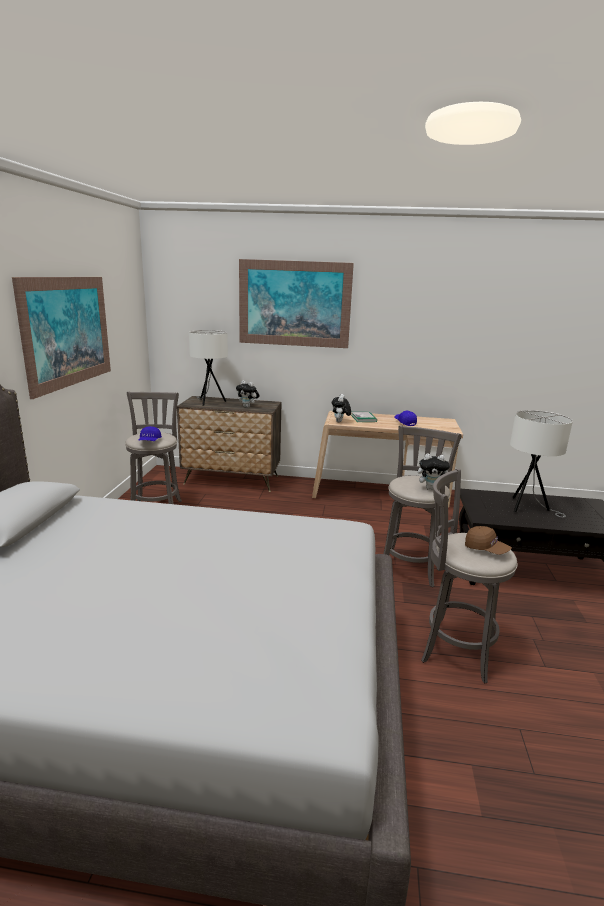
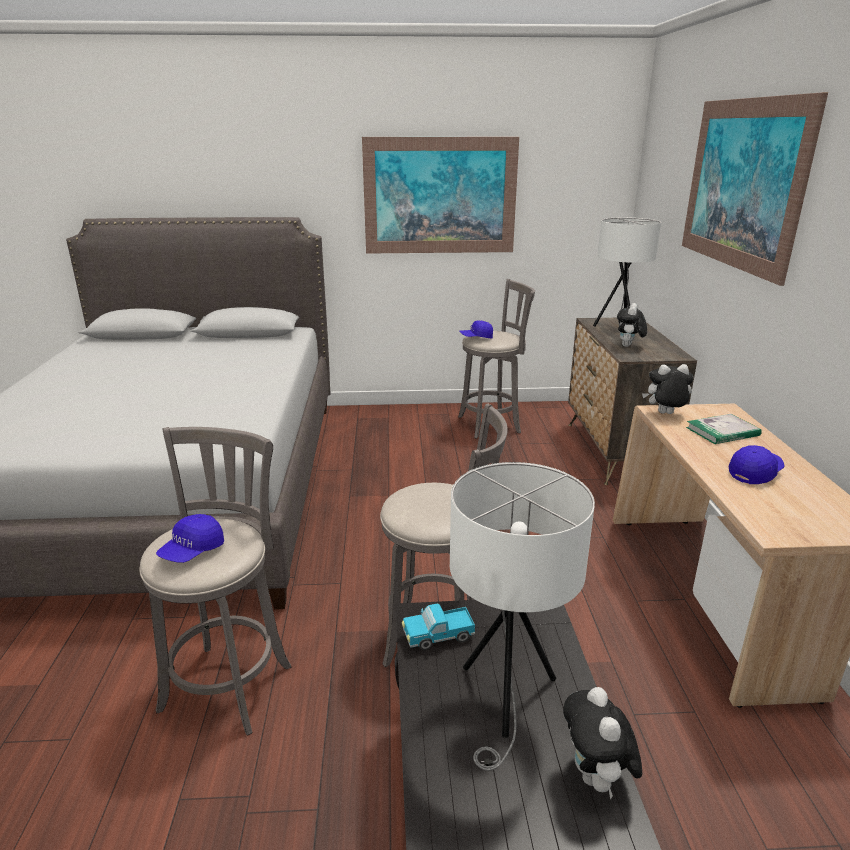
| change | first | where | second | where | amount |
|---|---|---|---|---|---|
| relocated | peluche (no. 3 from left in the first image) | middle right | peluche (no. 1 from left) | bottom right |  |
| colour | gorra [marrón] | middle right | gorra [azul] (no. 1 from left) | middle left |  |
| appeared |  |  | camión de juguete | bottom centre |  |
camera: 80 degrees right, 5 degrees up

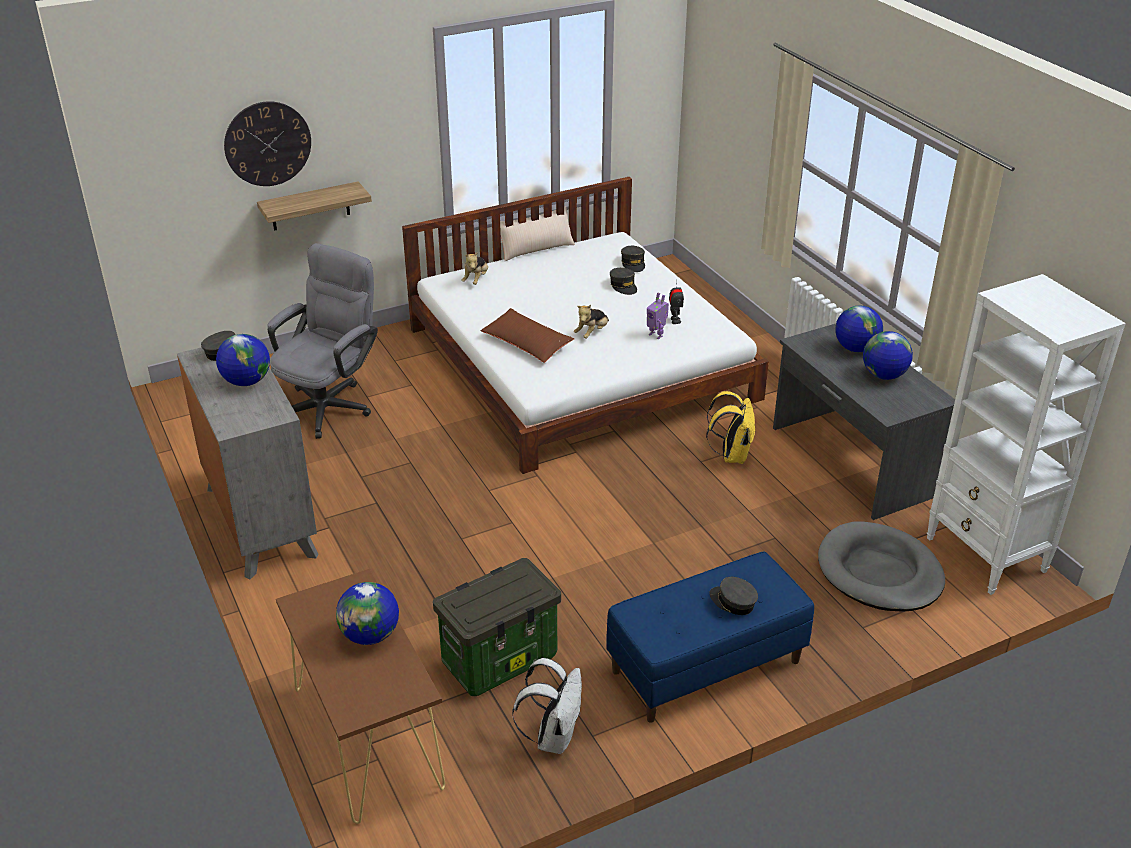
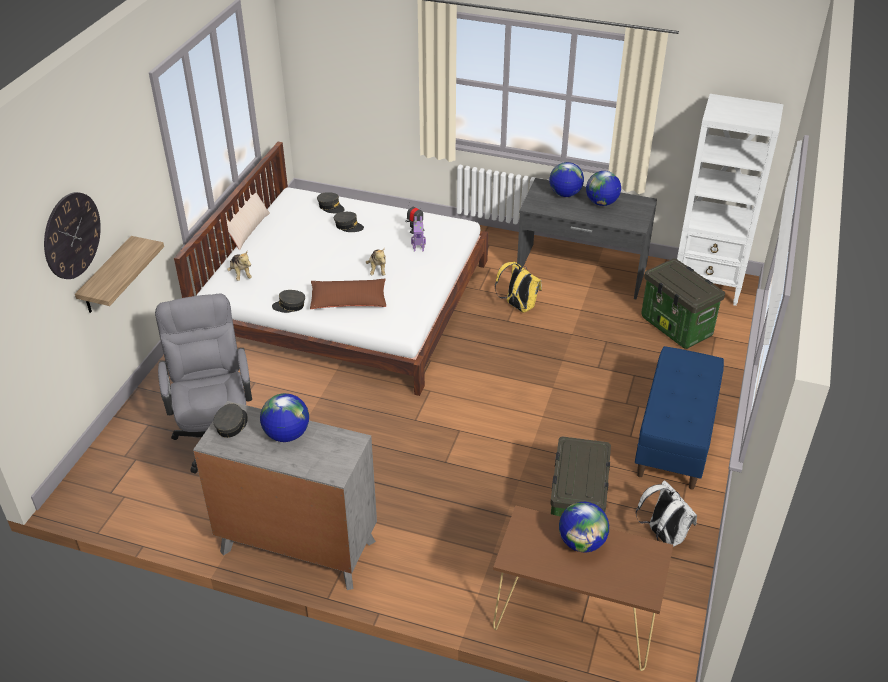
| change | first | where | second | where | amount |
|---|---|---|---|---|---|
| relocated | gorra [gris] (no. 4 from left in the first image) | bottom centre | gorra [gris] (no. 2 from left) | middle left |  |
| exchanged | cama para perro [gris] | bottom right | caja de almacenaje (no. 2 from left) | middle right |  |
camera: 45 degrees left, 5 degrees up

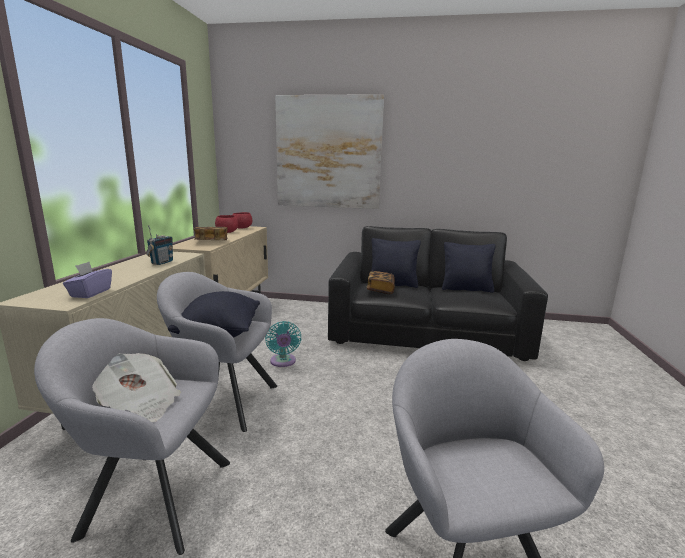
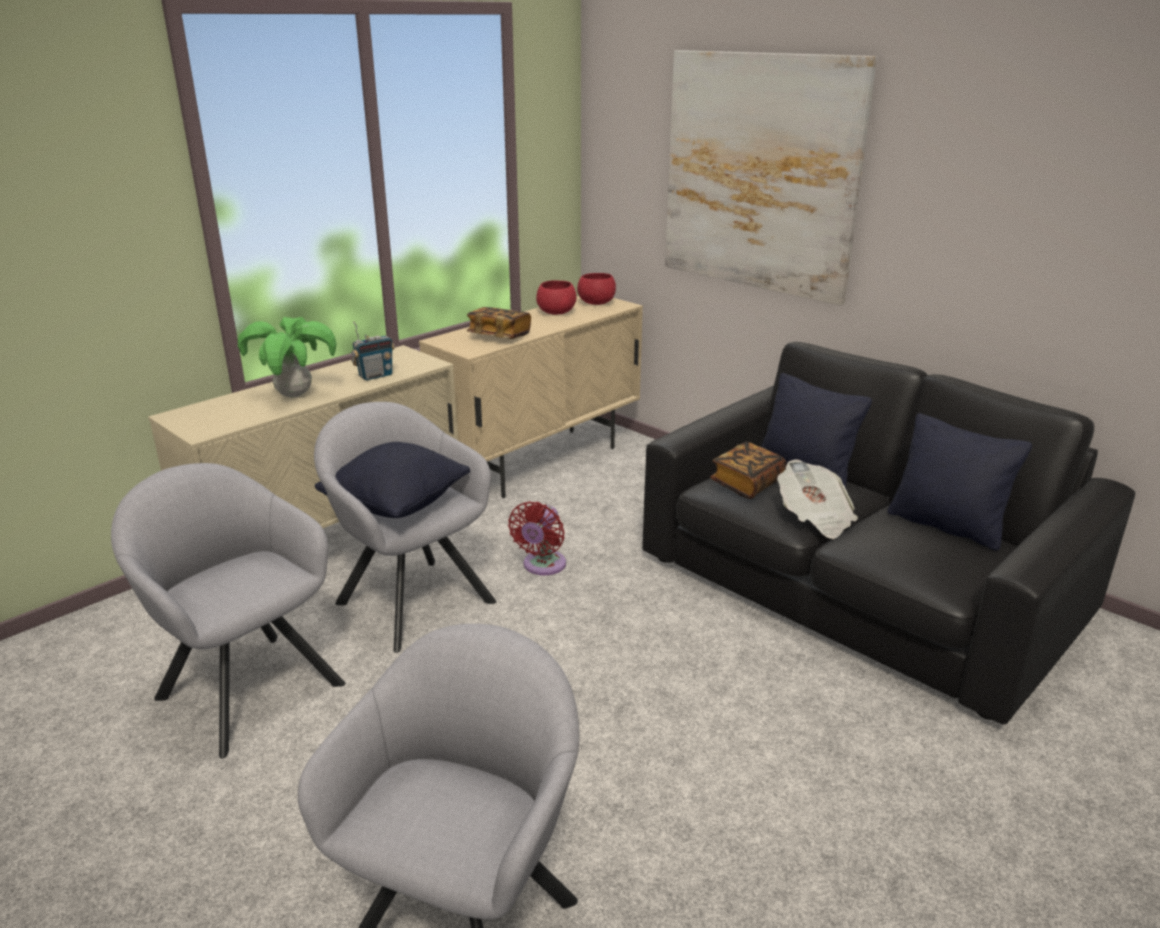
| change | first | where | second | where | amount |
|---|---|---|---|---|---|
| missing | caja de pañuelos [morado] | middle left |  |  |  |
| relocated | periódico | bottom left |  | middle right |  |
| colour | ventilador [turquesa] | centre | ventilador [rojo] | centre |  |
| appeared |  |  | planta en maceta | middle left |  |
camera: 35 degrees right, 10 degrees up

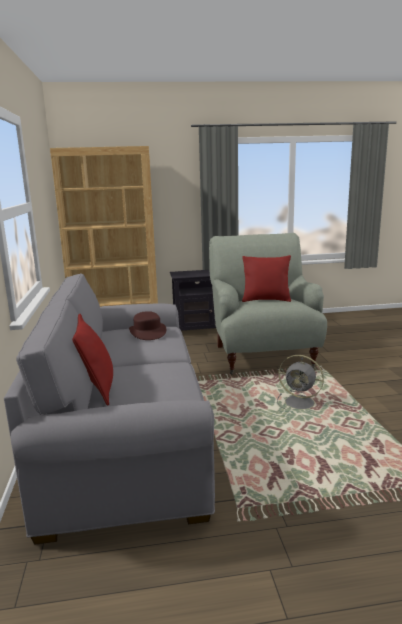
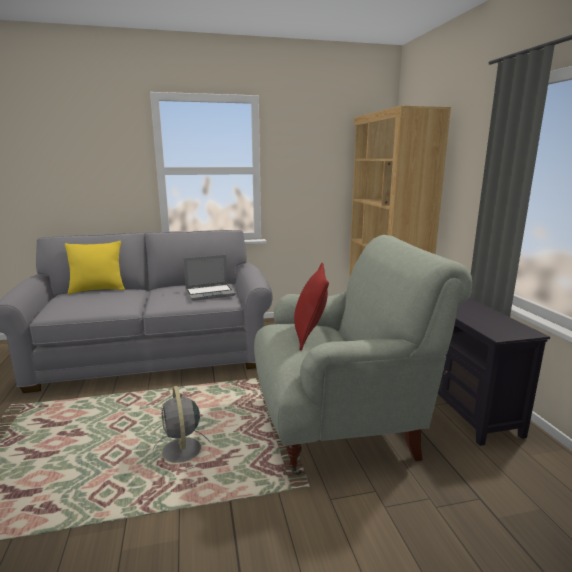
| change | first | where | second | where | amount |
|---|---|---|---|---|---|
| colour | cojín [rojo] (no. 1 from left) | middle left | cojín [amarillo] | middle left |  |
| exchanged | sombrero [marrón] | centre | portátil | centre |  |
| spun | ventilador [gris] | middle right |  | bottom left | 45 degrees counterclockwise |
camera: 85 degrees right, 0 degrees up

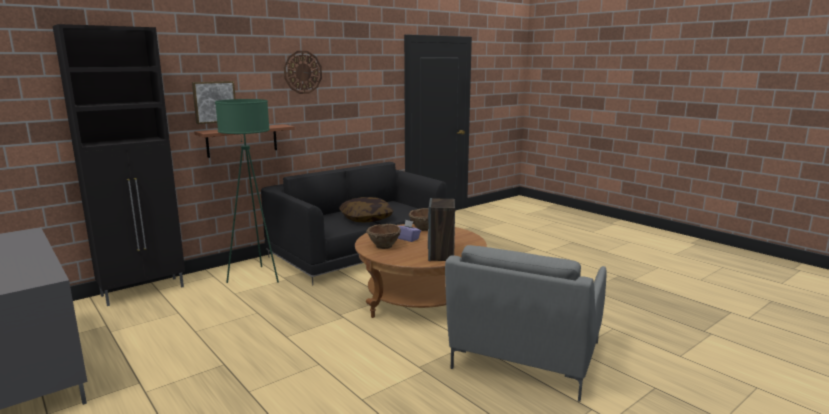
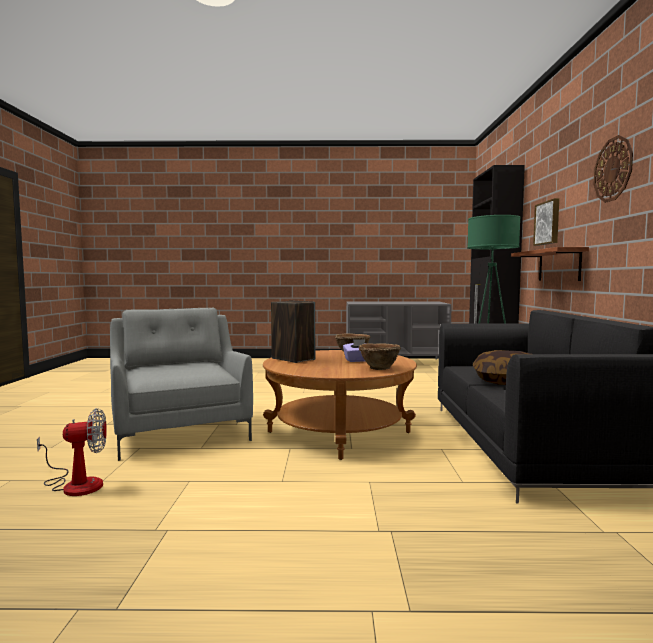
| change | first | where | second | where | amount |
|---|---|---|---|---|---|
| appeared |  |  | ventilador | bottom left |  |
camera: 130 degrees right, 10 degrees down

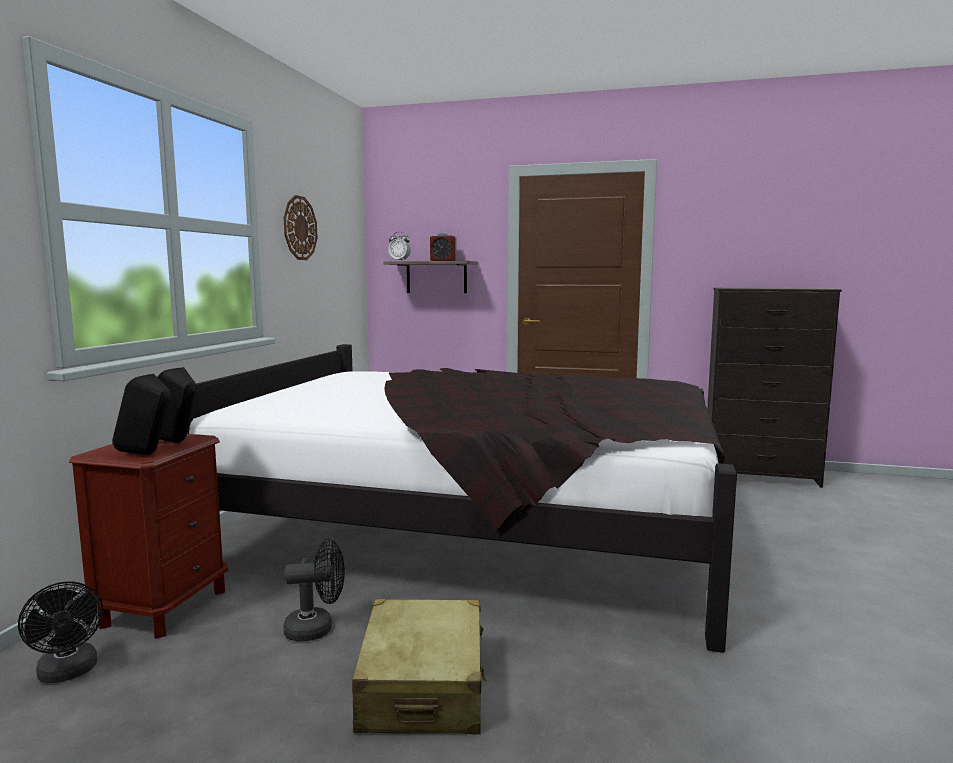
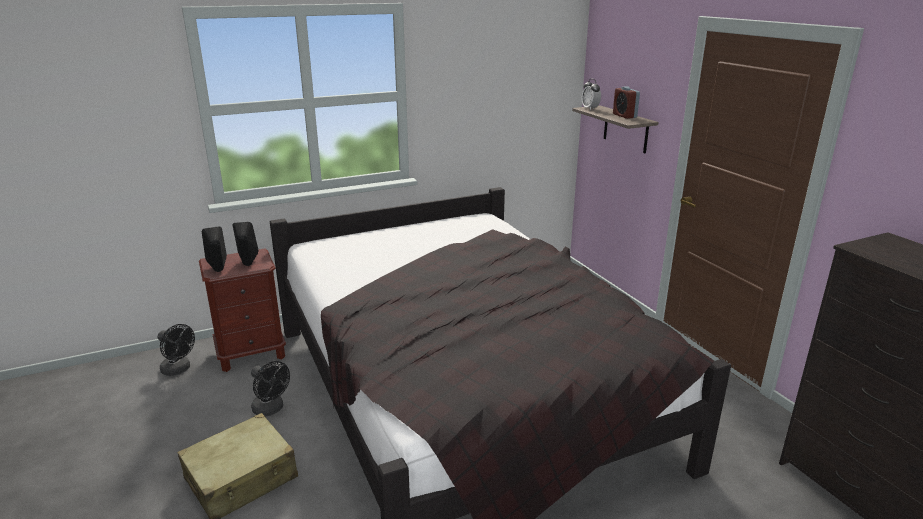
| change | first | where | second | where | amount |
|---|---|---|---|---|---|
| spun | ventilador [negro] (no. 1 from left) | bottom left |  | bottom left | 75 degrees counterclockwise |
| missing | reloj de pared | top left |  |  |  |
camera: 50 degrees right, 15 degrees up

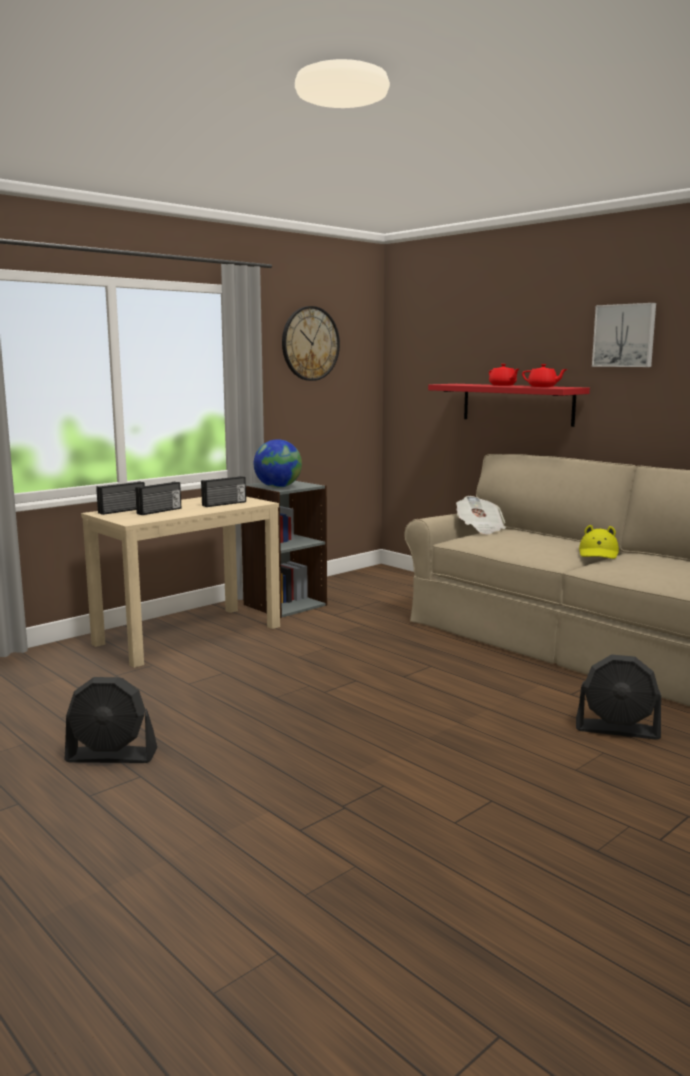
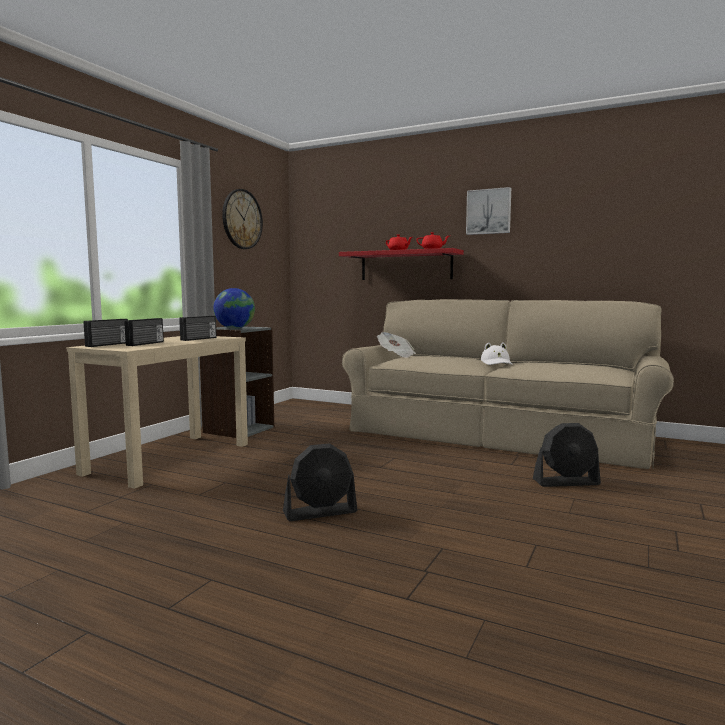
| change | first | where | second | where | amount |
|---|---|---|---|---|---|
| relocated | ventilador [negro] (no. 1 from left) | bottom left |  | centre |  |
| colour | sombrero [amarillo] | middle right | sombrero [blanco] | middle right |  |
camera: 20 degrees left, 5 degrees down

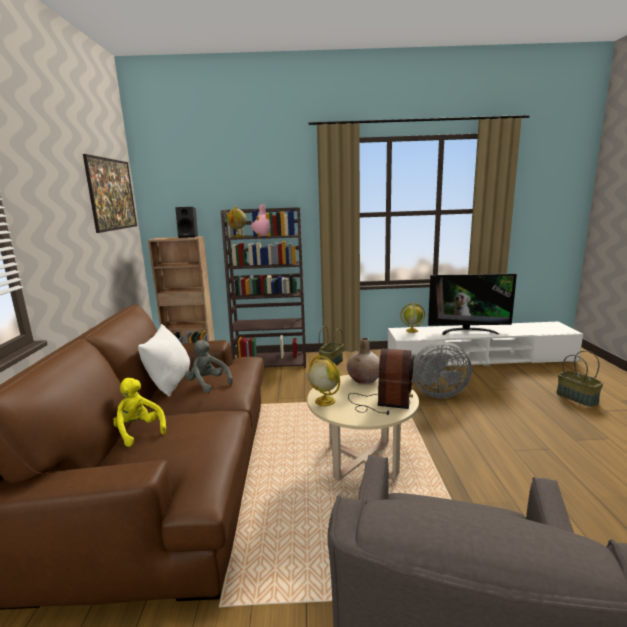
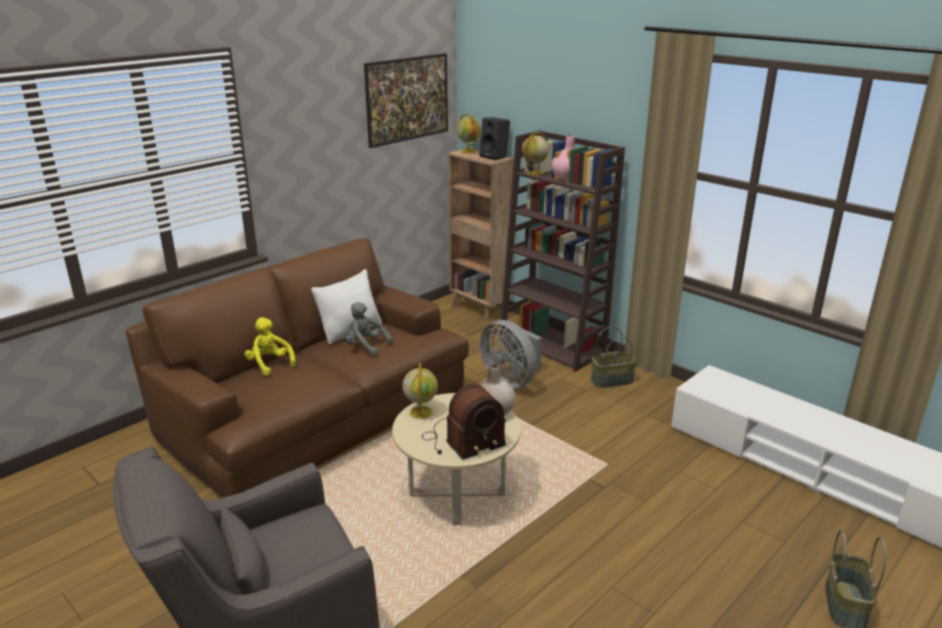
| change | first | where | second | where | amount |
|---|---|---|---|---|---|
| spun | peluche [amarillo] | middle left |  | middle left | 45 degrees counterclockwise |
| spun | peluche [gris] | centre |  | centre | 60 degrees counterclockwise |
| relocated | globo terráqueo (no. 3 from left in the first image) | centre | globo terráqueo (no. 2 from left) | top centre |  |
| relocated | ventilador [gris] | middle right |  | centre |  |
| missing | televisor | middle right |  |  |  |
camera: 45 degrees right, 10 degrees up

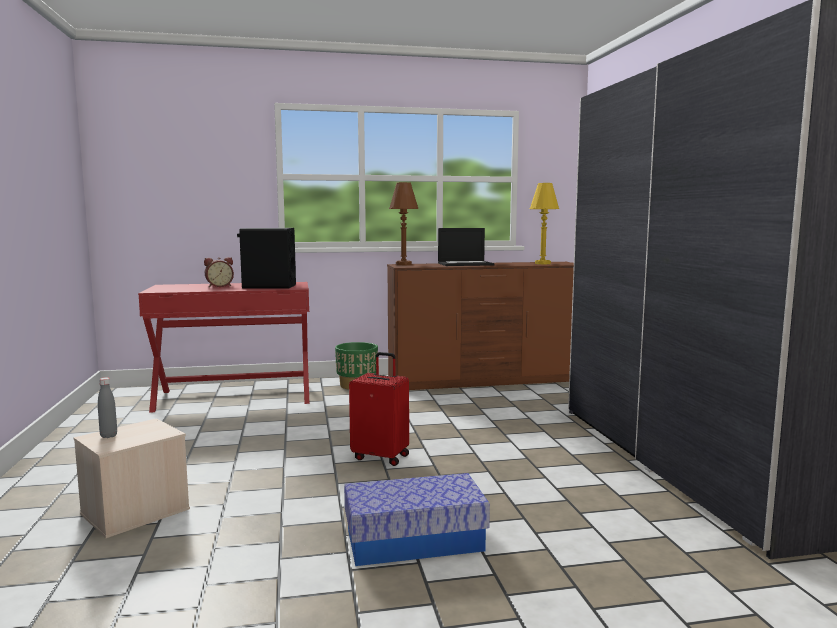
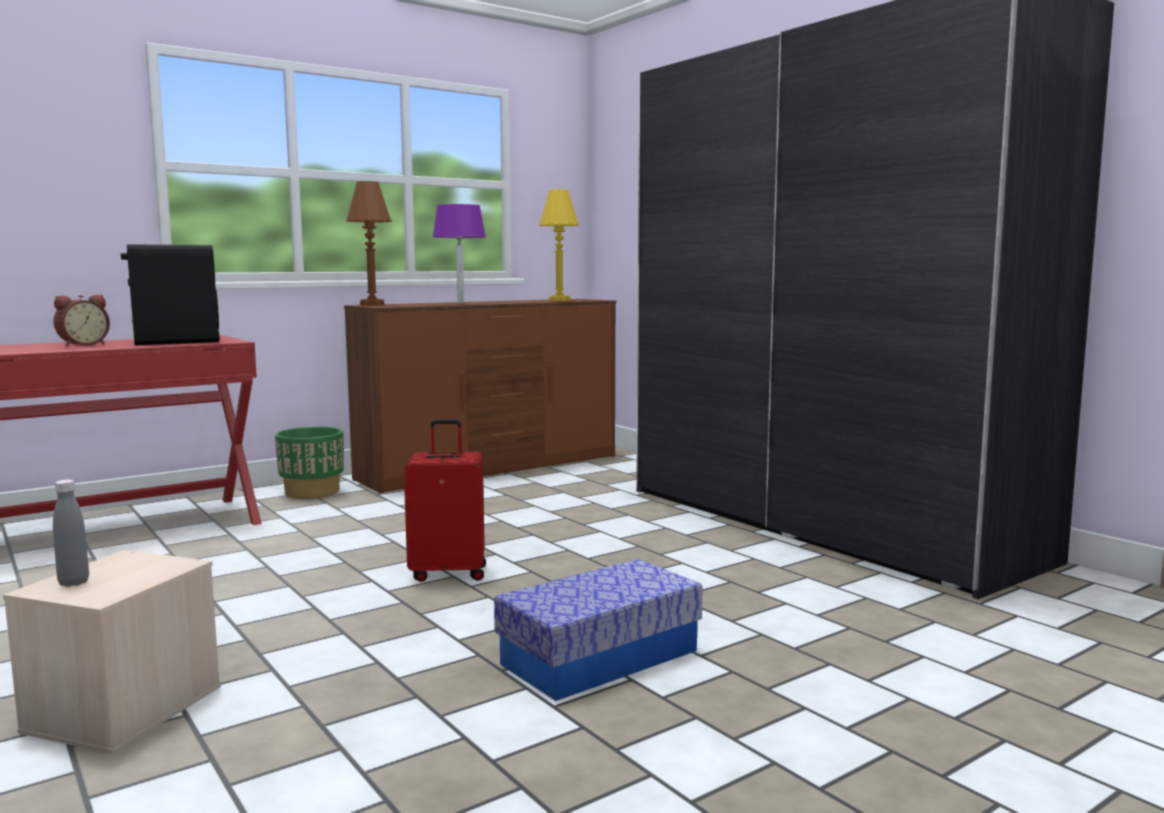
| change | first | where | second | where | amount |
|---|---|---|---|---|---|
| exchanged | portátil | centre | lámpara de mesa [morado] | top centre |  |
camera: 25 degrees left, 0 degrees up

